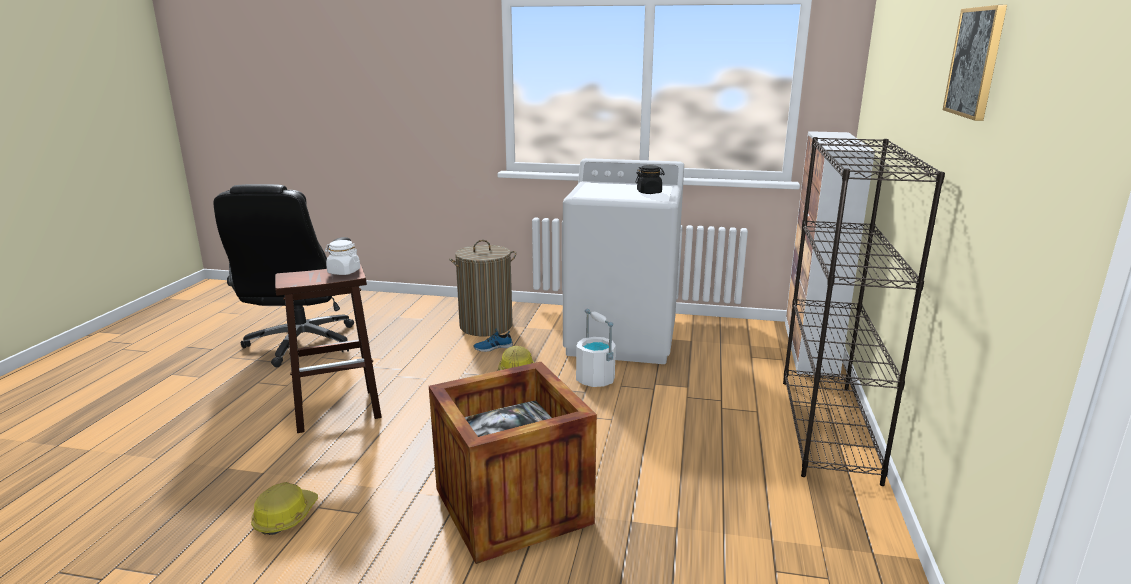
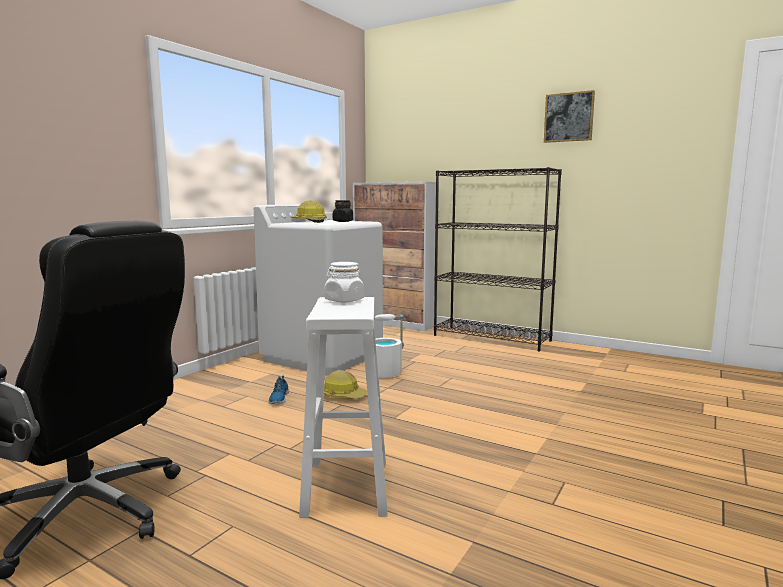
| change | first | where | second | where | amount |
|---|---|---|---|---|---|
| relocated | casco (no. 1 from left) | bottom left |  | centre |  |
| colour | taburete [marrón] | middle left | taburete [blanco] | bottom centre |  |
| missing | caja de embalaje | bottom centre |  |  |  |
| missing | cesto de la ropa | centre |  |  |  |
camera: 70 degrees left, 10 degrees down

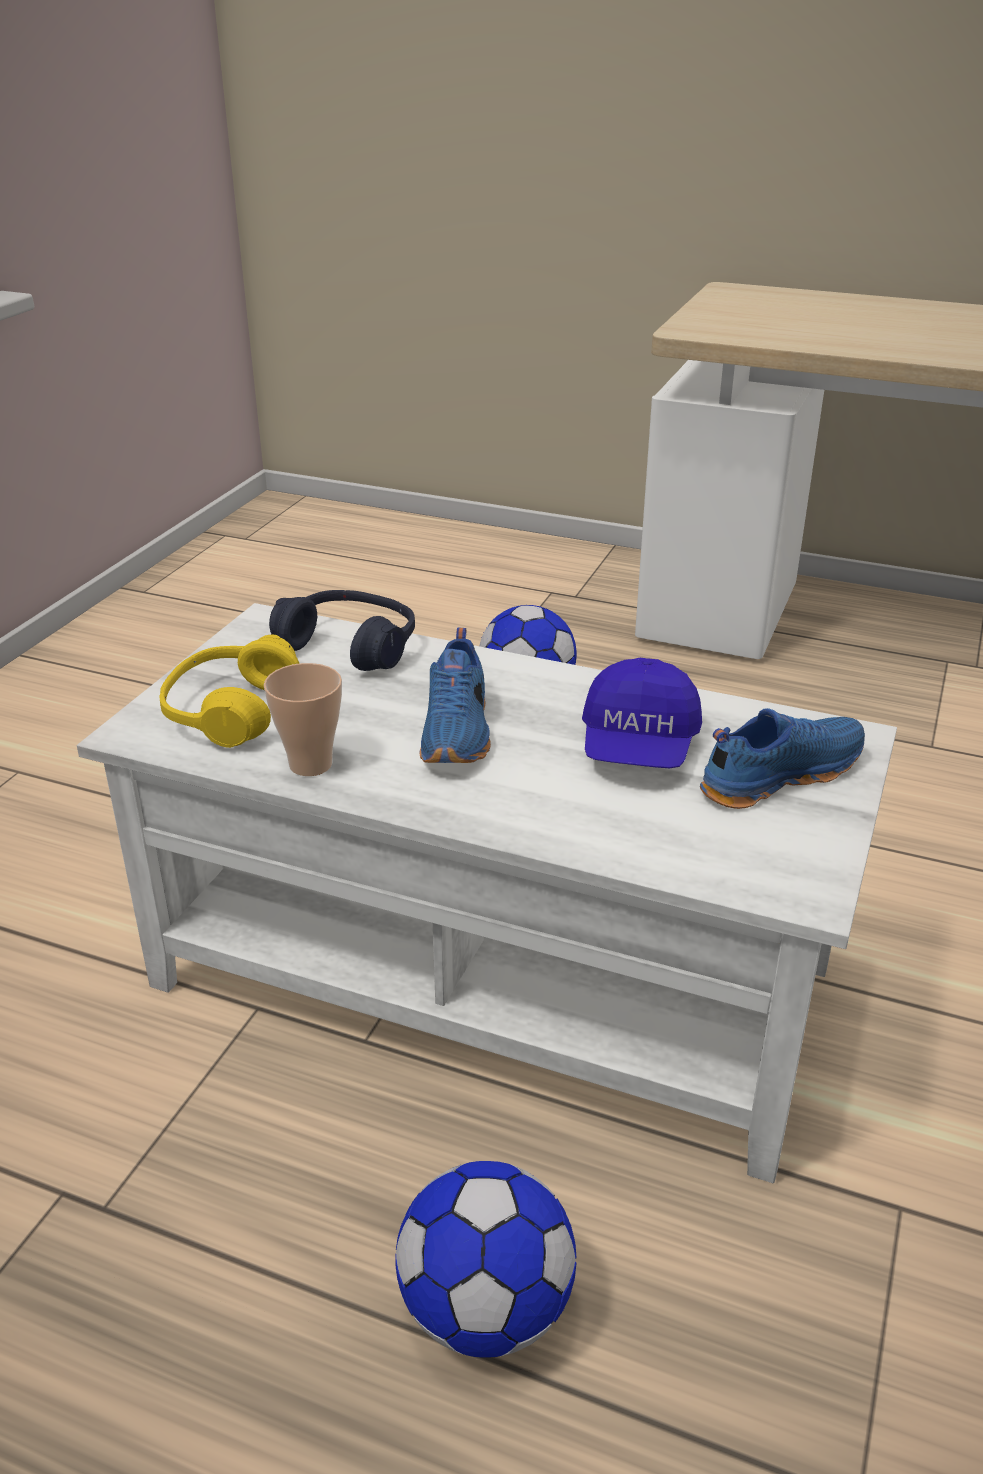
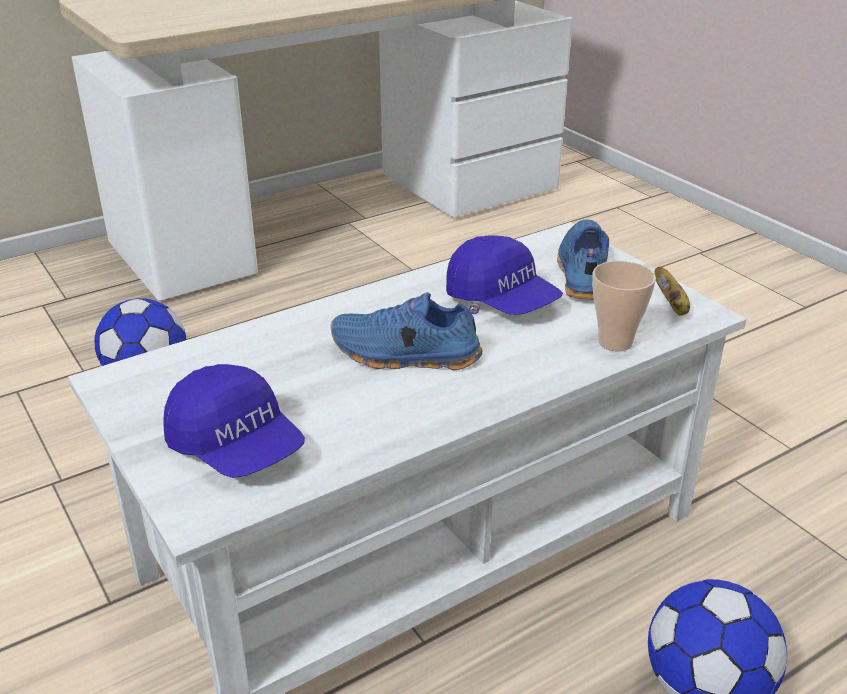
| change | first | where | second | where | amount |
|---|---|---|---|---|---|
| exchanged | auriculares [amarillo] | middle left | gorra [azul] (no. 1 from left) | middle left |  |
| relocated | taza | middle left |  | middle right |  |
| missing | auriculares [azul] | centre |  |  |  |
| spun | zapato [azul] (no. 1 from left) | centre |  | centre | 150 degrees clockwise |
| appeared |  |  | plátano | middle right |  |
camera: 55 degrees left, 0 degrees up

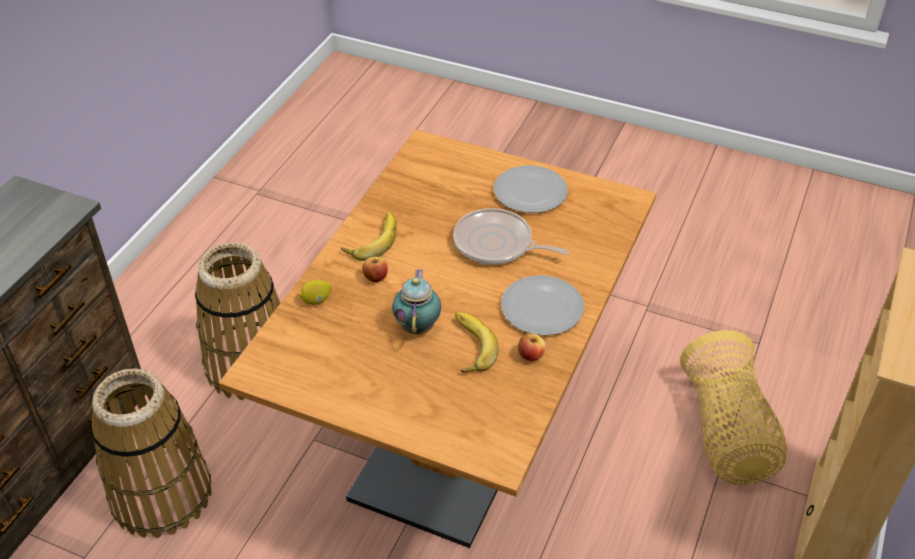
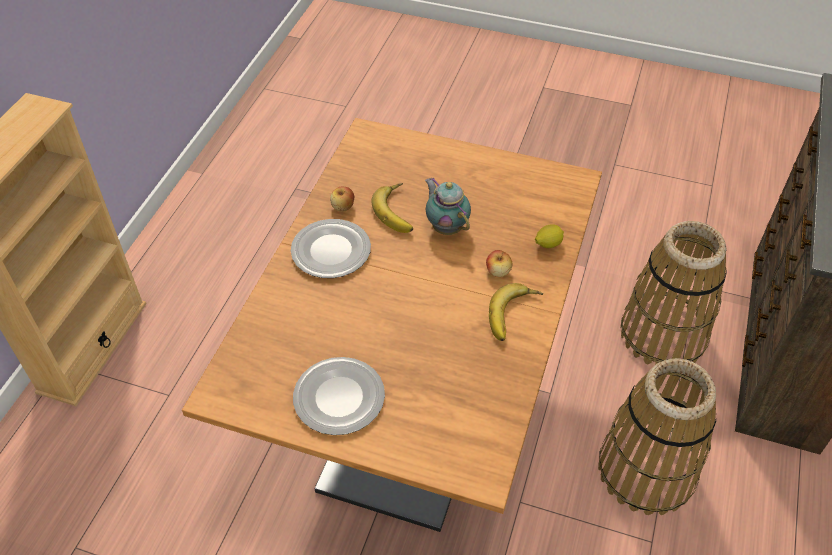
| change | first | where | second | where | amount |
|---|---|---|---|---|---|
| spun | tetera | centre |  | centre | 150 degrees clockwise |
| missing | sartén | centre |  |  |  |
| missing | cesta (no. 3 from left) | bottom right |  |  |  |
camera: 175 degrees right, 5 degrees up

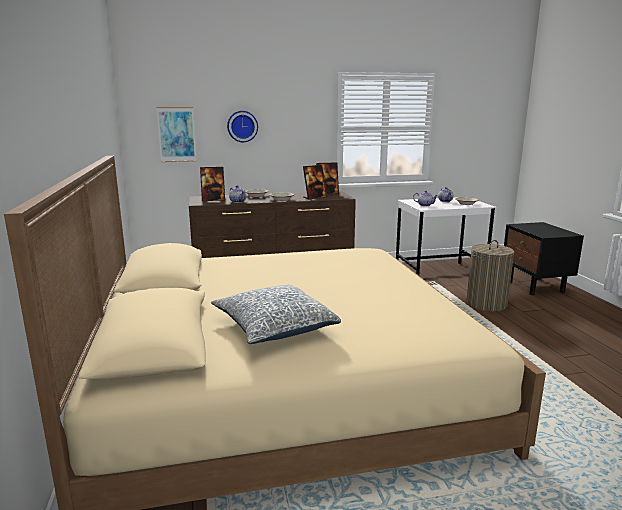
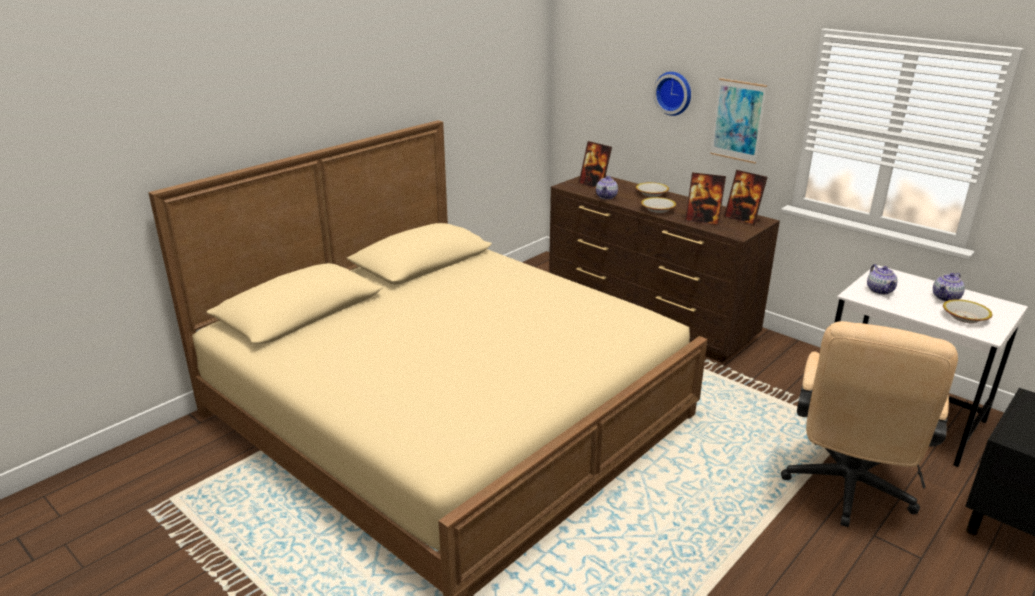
| change | first | where | second | where | amount |
|---|---|---|---|---|---|
| relocated | cuadro | top left |  | top right |  |
| missing | cojín | centre |  |  |  |
| exchanged | cesto de la ropa | middle right | silla de oficina [beis] | bottom right |  |
camera: 55 degrees right, 10 degrees up

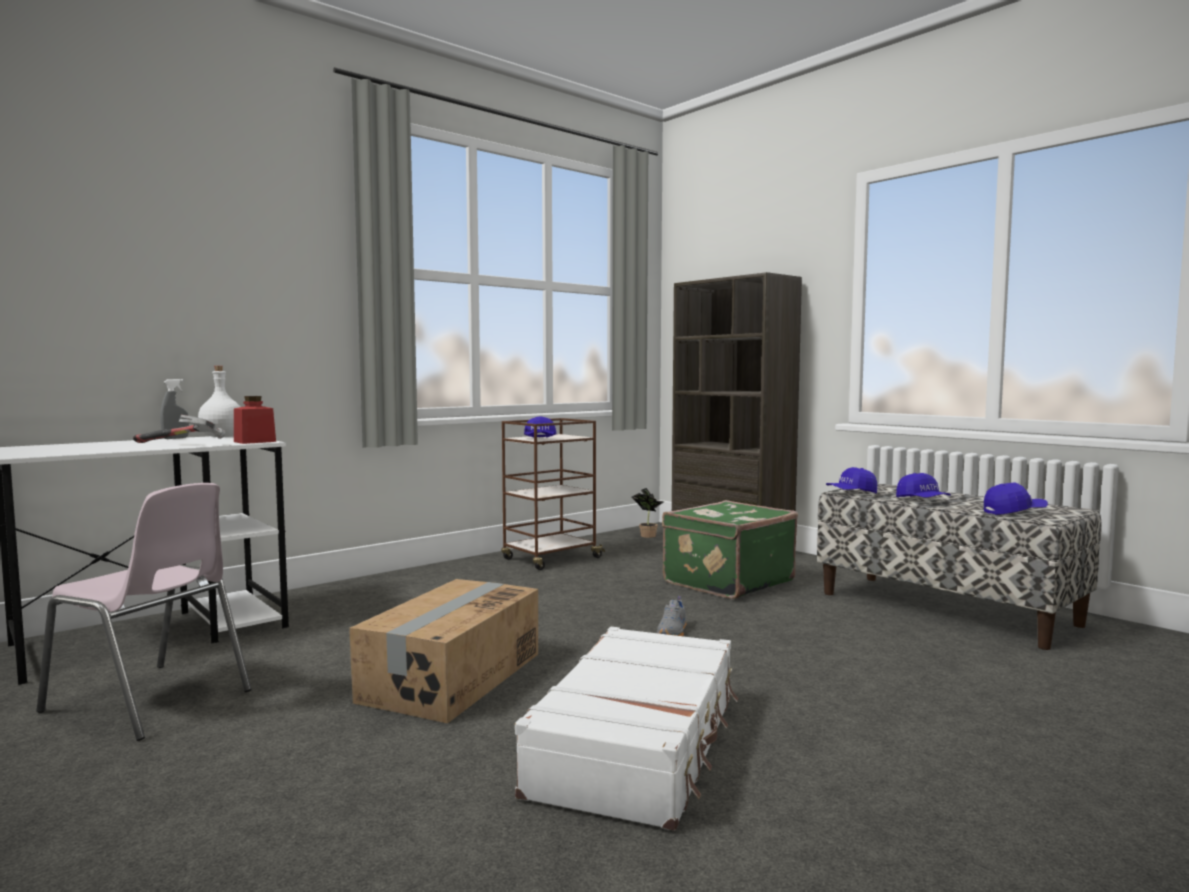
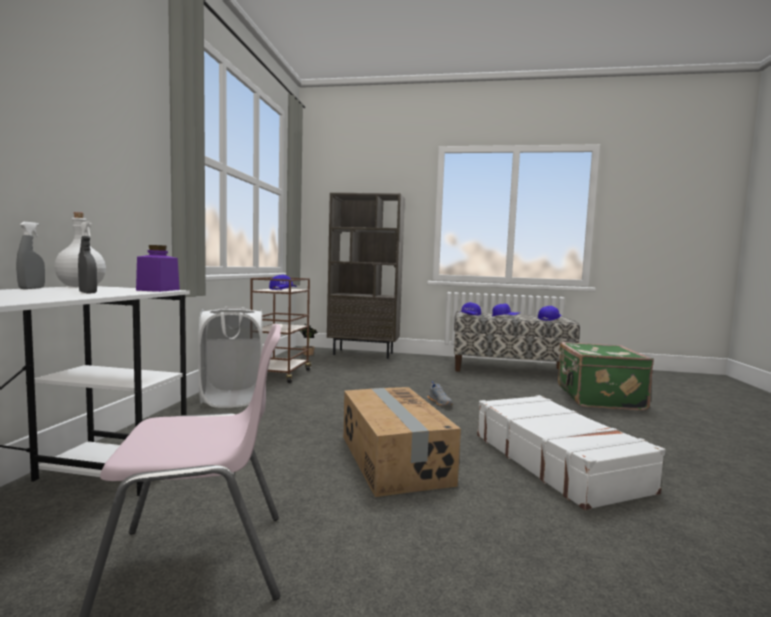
| change | first | where | second | where | amount |
|---|---|---|---|---|---|
| exchanged | martillo | middle left | pulverizador [gris] (no. 2 from left) | middle left |  |
| colour | tarro [rojo] | middle left | tarro [morado] | middle left |  |
| relocated | maleta [verde] | centre |  | middle right |  |
| appeared |  |  | cesto de la ropa [blanco] | middle left |  |
camera: 40 degrees left, 0 degrees up

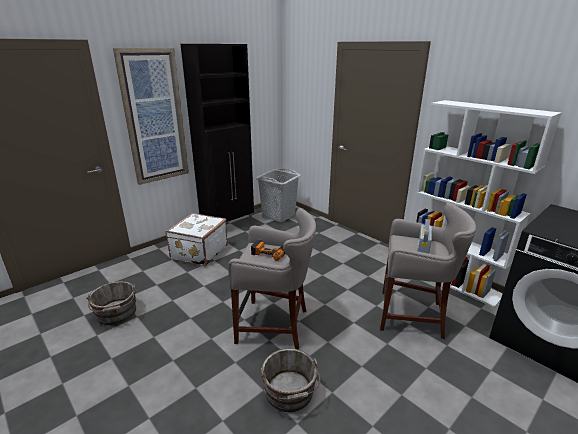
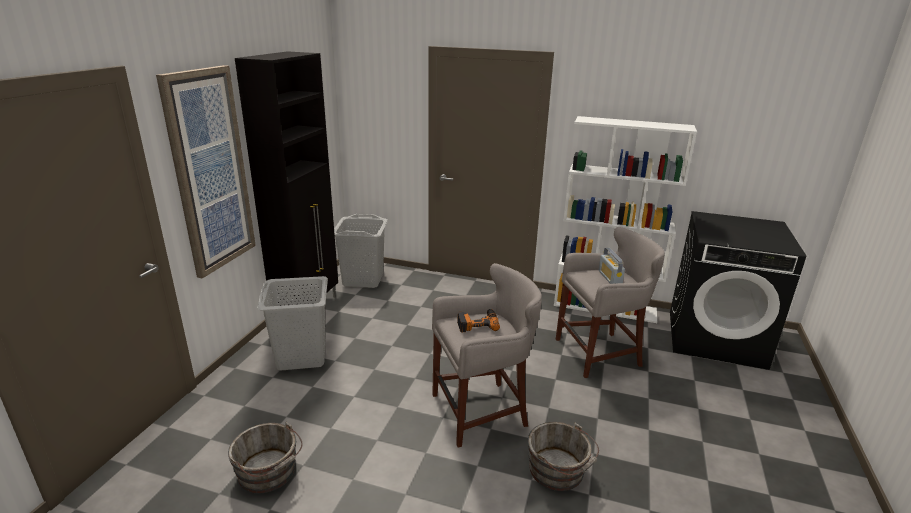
| change | first | where | second | where | amount |
|---|---|---|---|---|---|
| exchanged | maleta [blanco] | centre | cesto de la ropa [gris] (no. 1 from left) | middle left |  |
camera: 30 degrees left, 0 degrees up

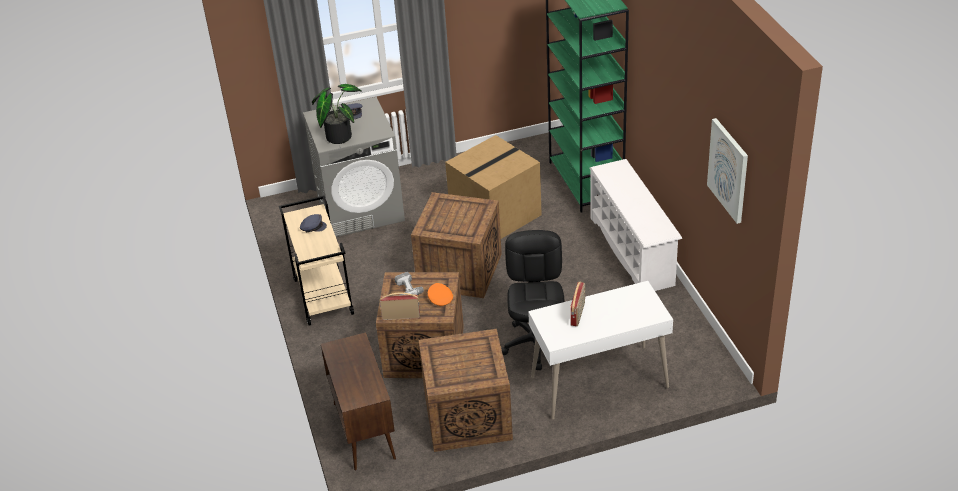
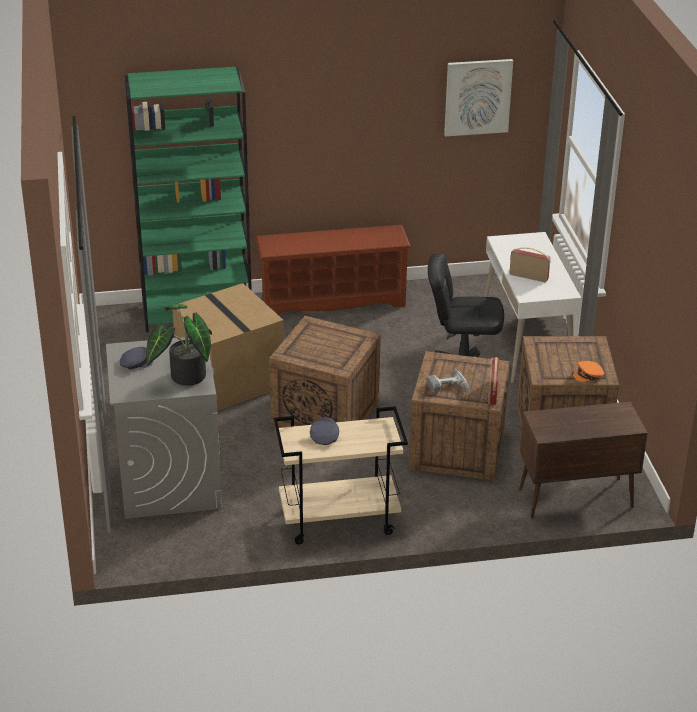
| change | first | where | second | where | amount |
|---|---|---|---|---|---|
| relocated | gorra [naranja] | centre |  | middle right |  |
| colour | zapatero [blanco] | centre | zapatero [marrón] | centre |  |
camera: 85 degrees left, 5 degrees down

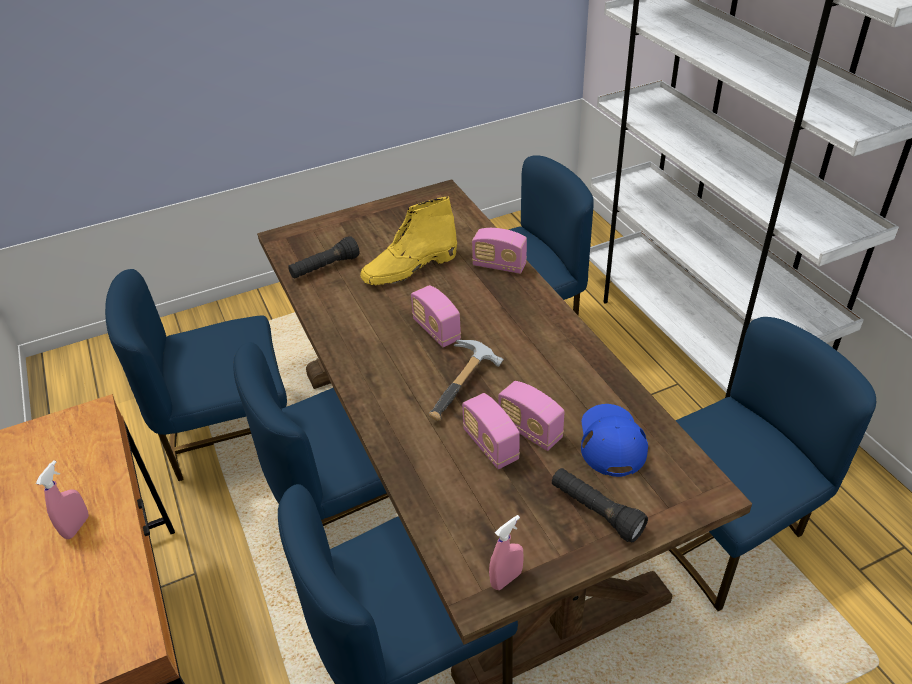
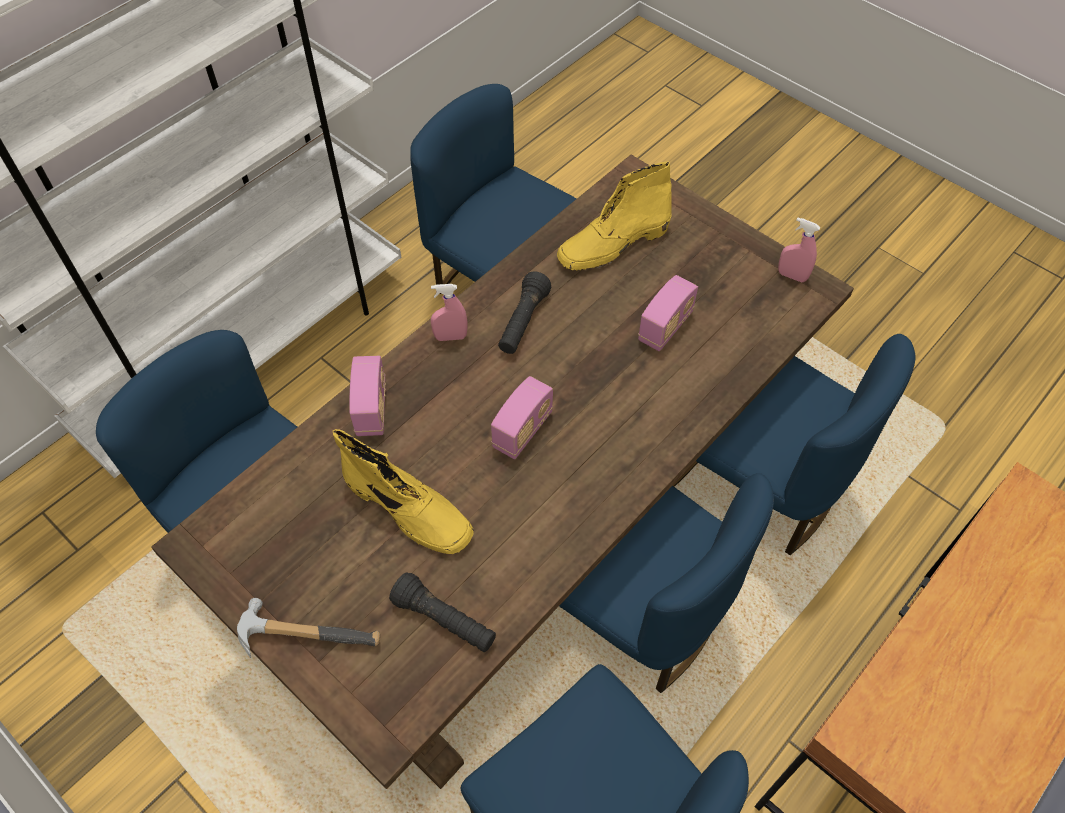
| change | first | where | second | where | amount |
|---|---|---|---|---|---|
| relocated | pulverizador [rosa] (no. 1 from left) | bottom left |  | centre |  |
| relocated | martillo | centre |  | bottom left |  |
| missing | radio (no. 4 from left) | centre |  |  |  |
| relocated | linterna [negro] (no. 2 from left) | bottom centre |  | centre |  |
| exchanged | gorra [azul] | middle right | bota [amarillo] (no. 2 from left) | top centre |  |
camera: 115 degrees left, 15 degrees up

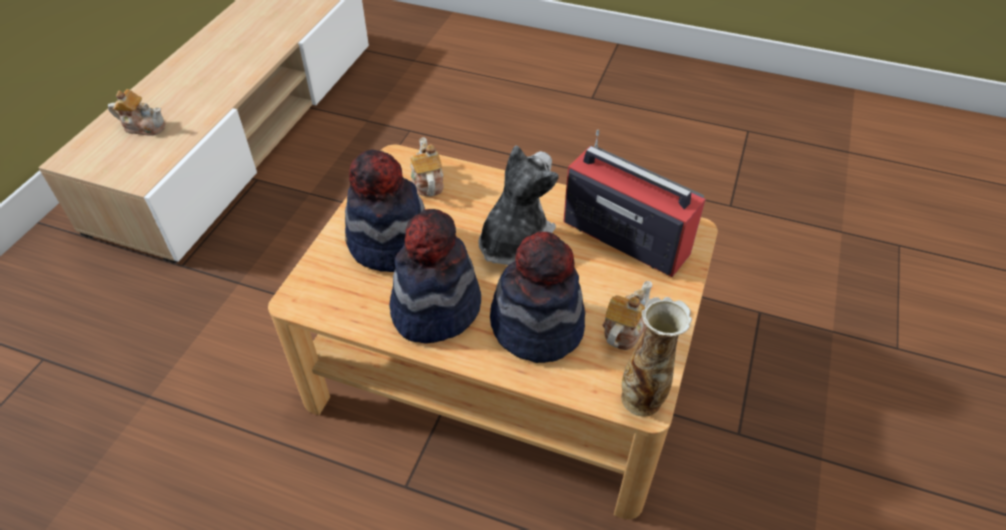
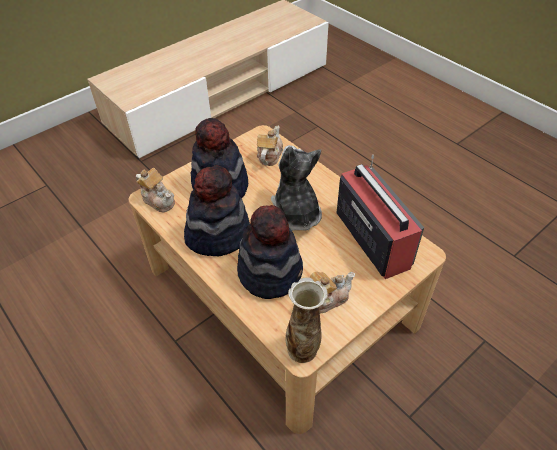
| change | first | where | second | where | amount |
|---|---|---|---|---|---|
| relocated | tetera (no. 1 from left) | top left |  | middle left |  |
| spun | peluche | centre |  | centre | 75 degrees counterclockwise |
camera: 30 degrees right, 0 degrees up

